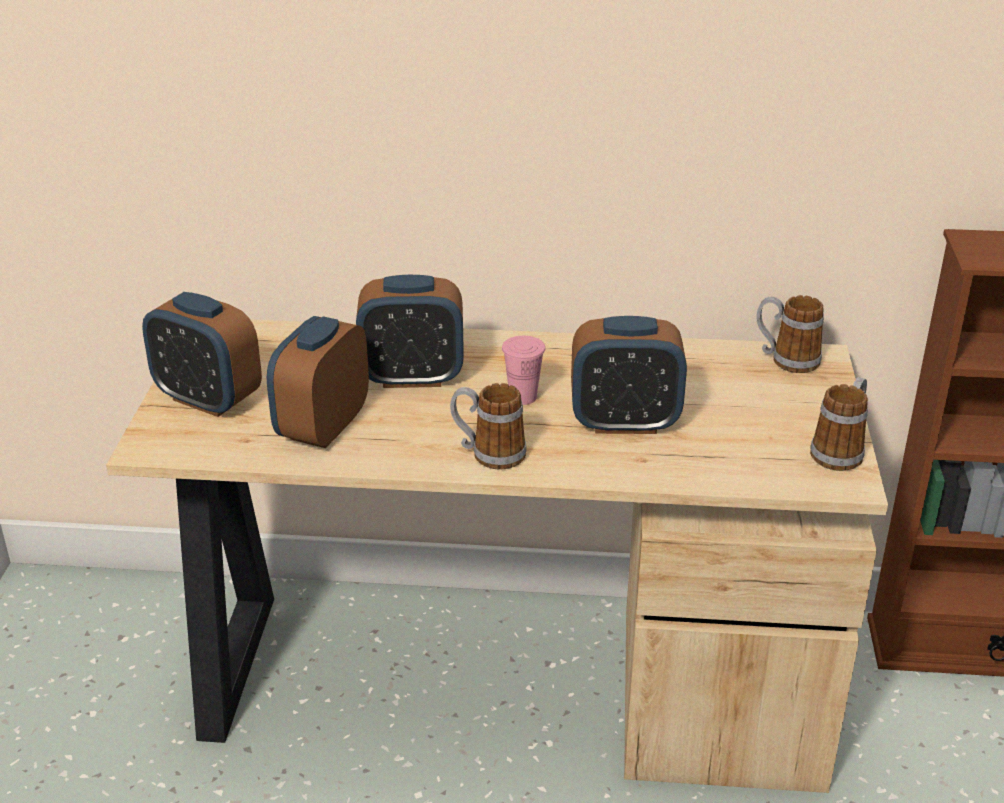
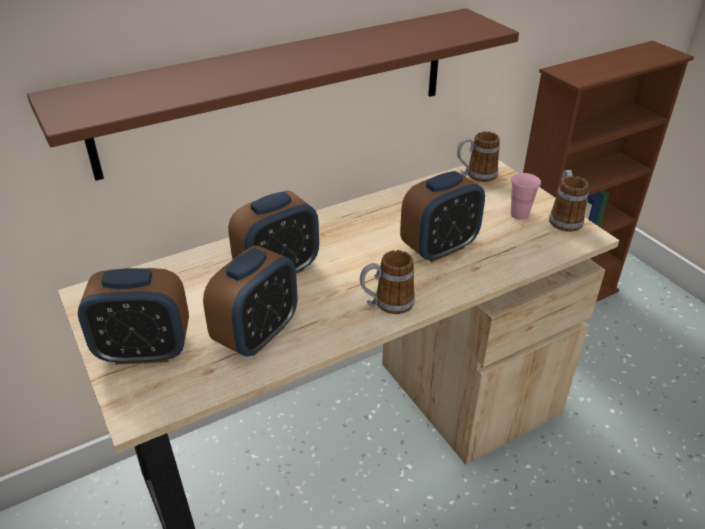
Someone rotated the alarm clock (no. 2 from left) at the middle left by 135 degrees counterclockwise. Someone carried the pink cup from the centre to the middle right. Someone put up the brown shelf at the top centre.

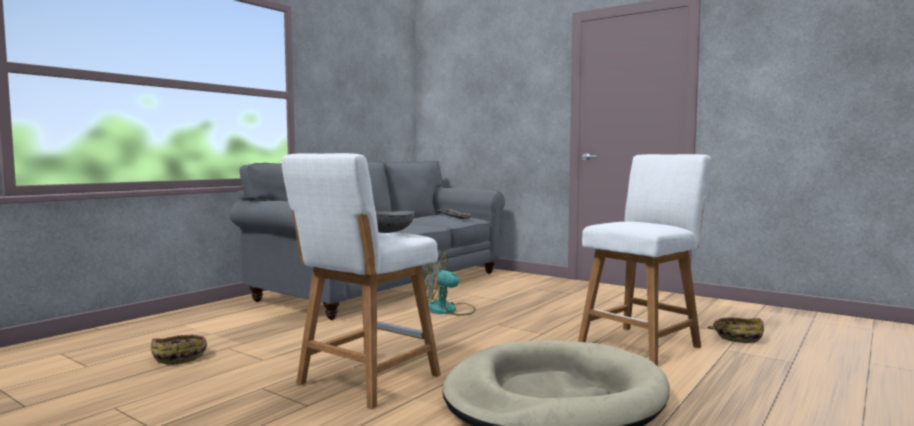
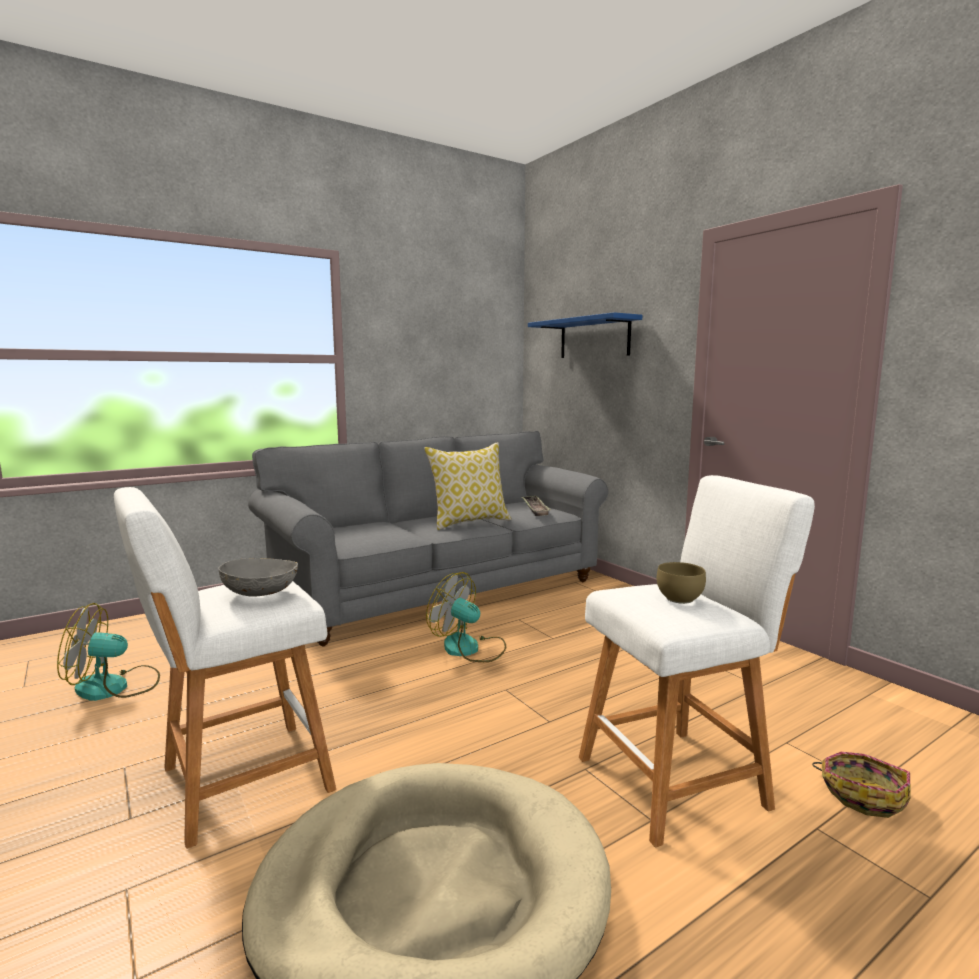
Someone swapped the basket (no. 1 from left) at the bottom left for the fan (no. 1 from left) at the middle left. Someone put down the pillow at the centre. Someone put up the blue shelf at the centre. Someone put down the brown bowl at the middle right.

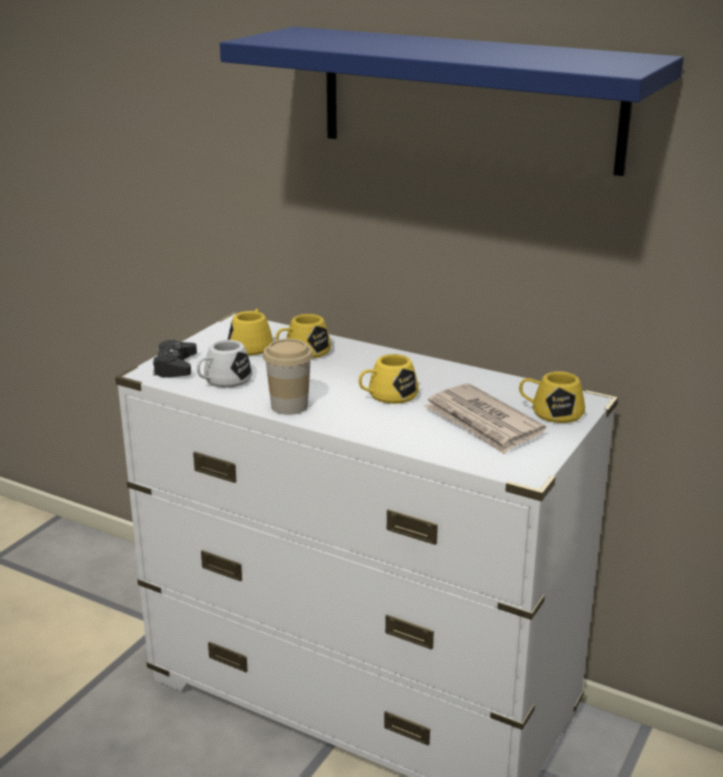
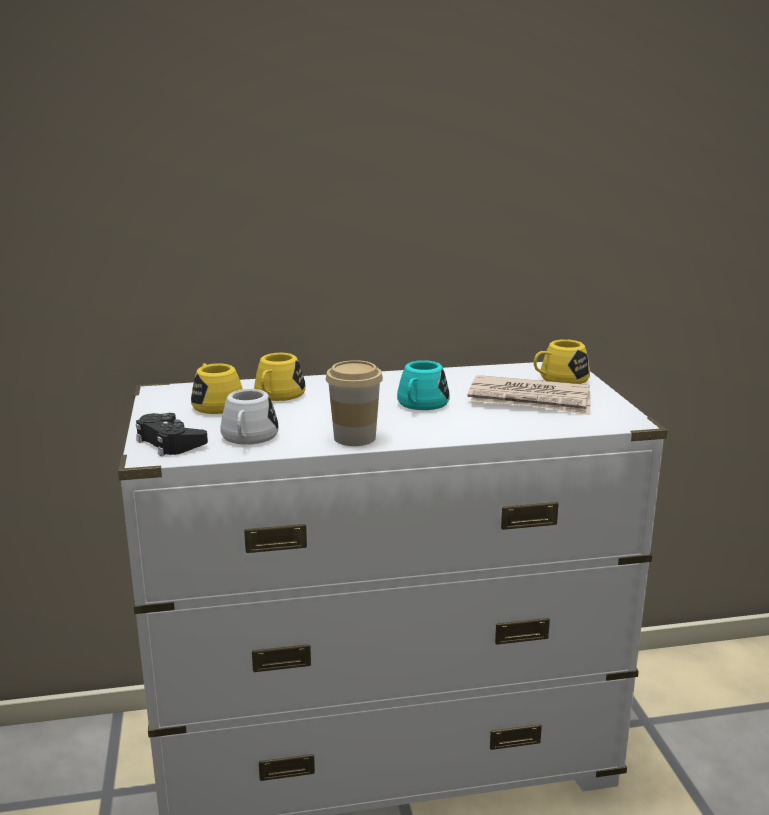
Someone took away the blue shelf at the top centre. Someone repainted the yellow mug (no. 3 from left) at the centre, which became the turquoise mug at the centre.

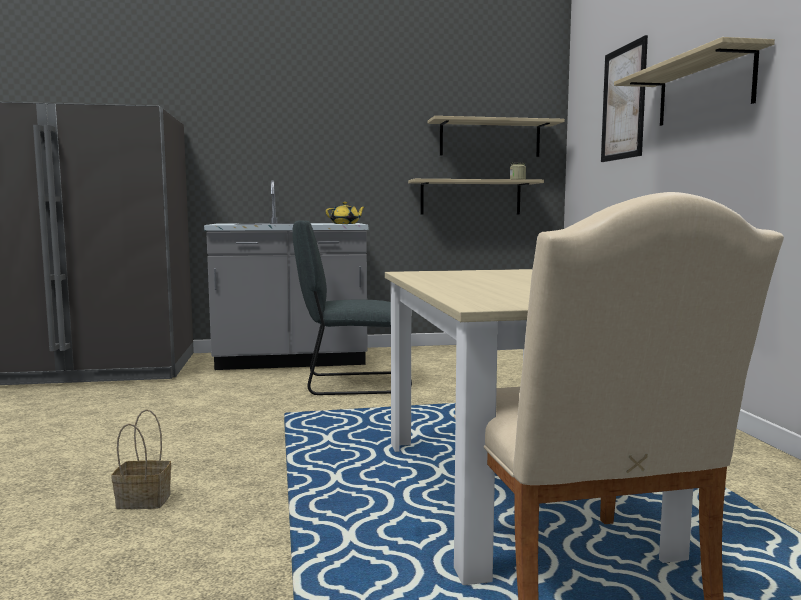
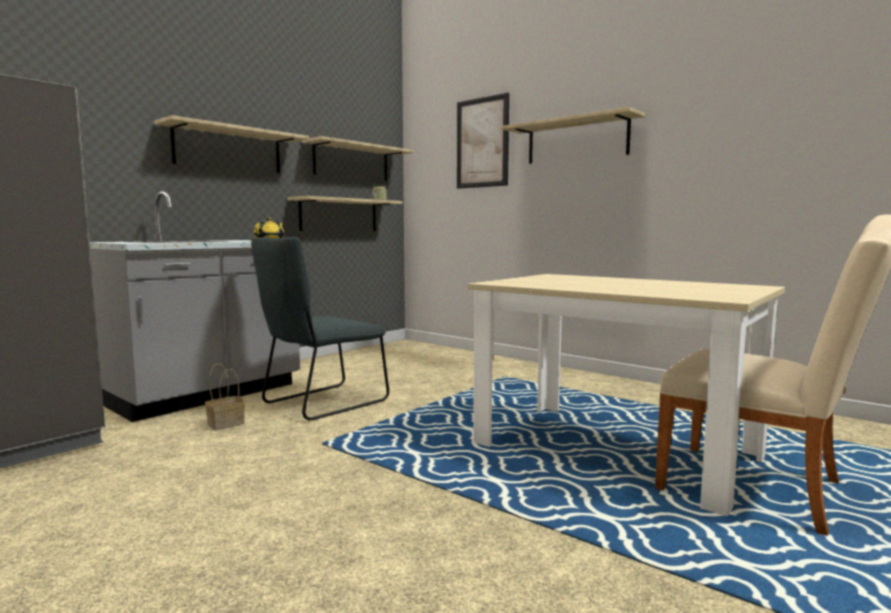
Someone carried the basket from the bottom left to the middle left. Someone put up the shelf (no. 1 from left) at the top left.

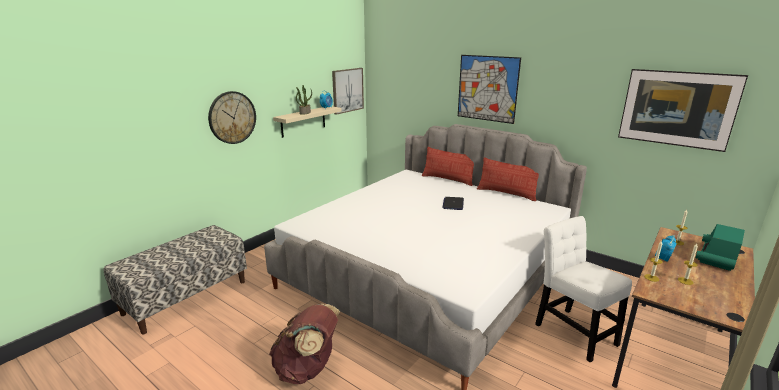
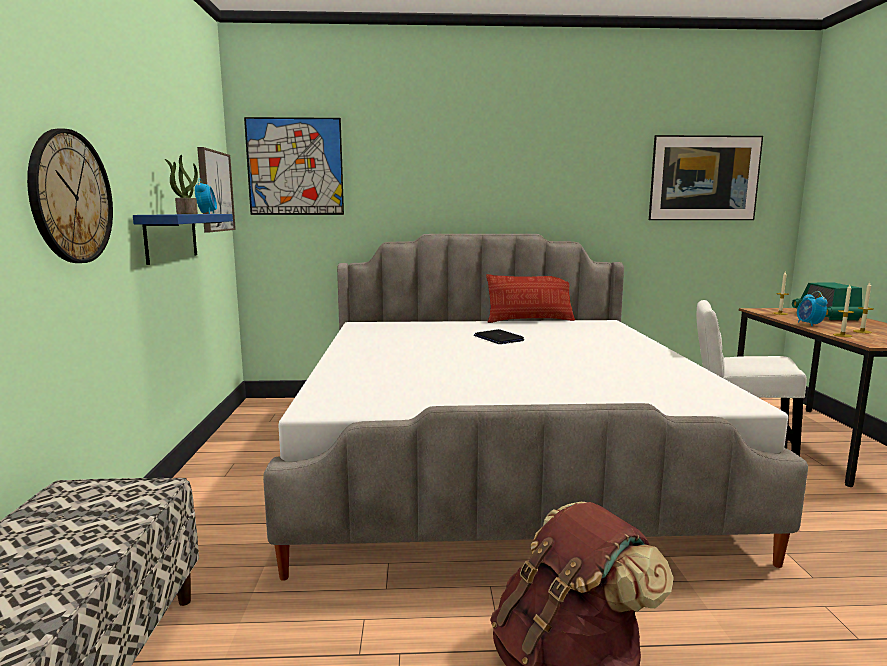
Someone repainted the beige shelf at the top centre, which became the blue shelf at the middle left. Someone took away the pillow (no. 1 from left) at the centre. Someone carried the picture (no. 2 from left) from the top centre to the top left.

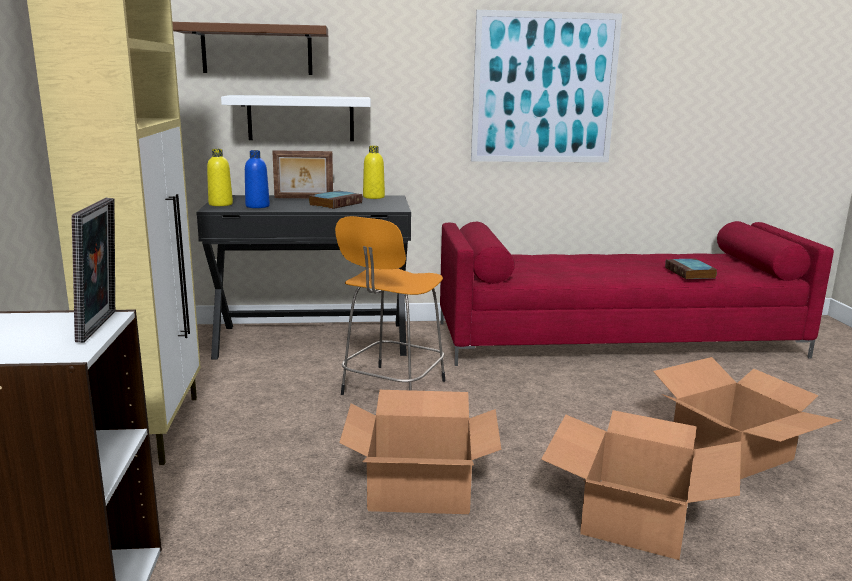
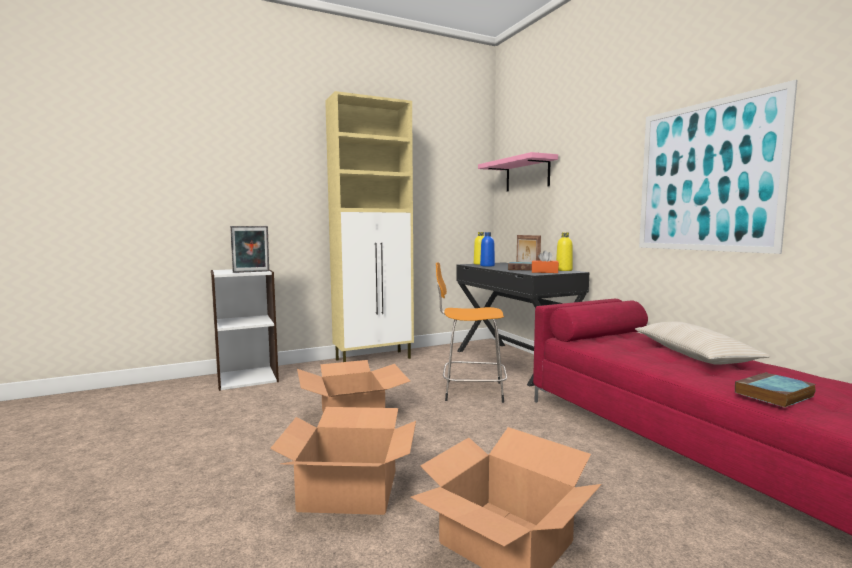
Someone repainted the brown shelf at the top left, which became the pink shelf at the top centre. Someone took away the white shelf at the top centre. Someone put down the orange tissue box at the centre. Someone put down the beige pillow at the middle right.

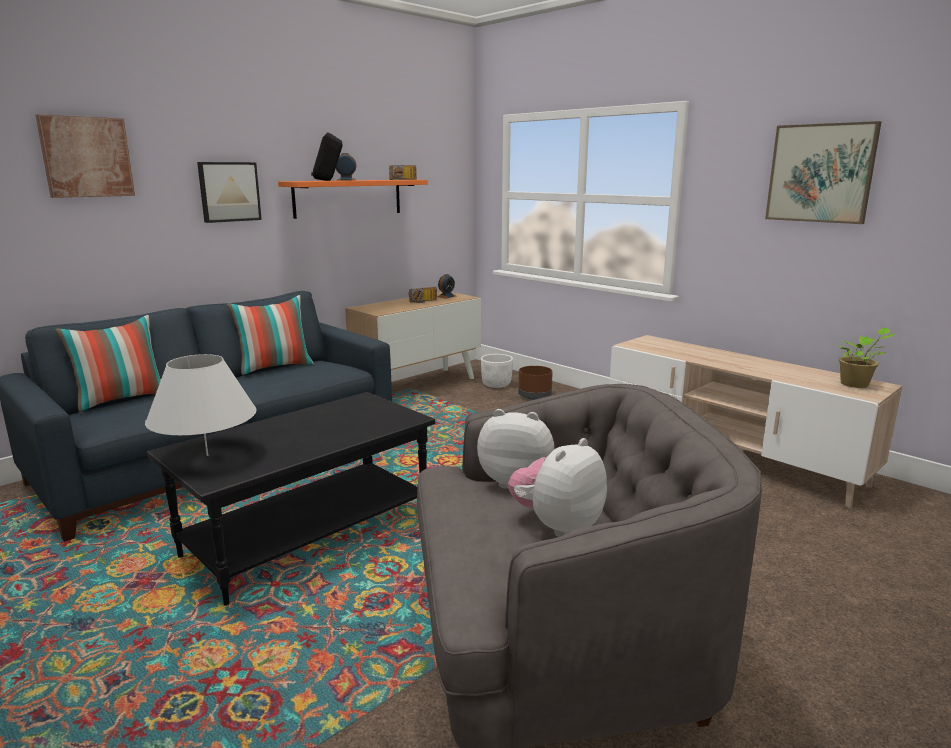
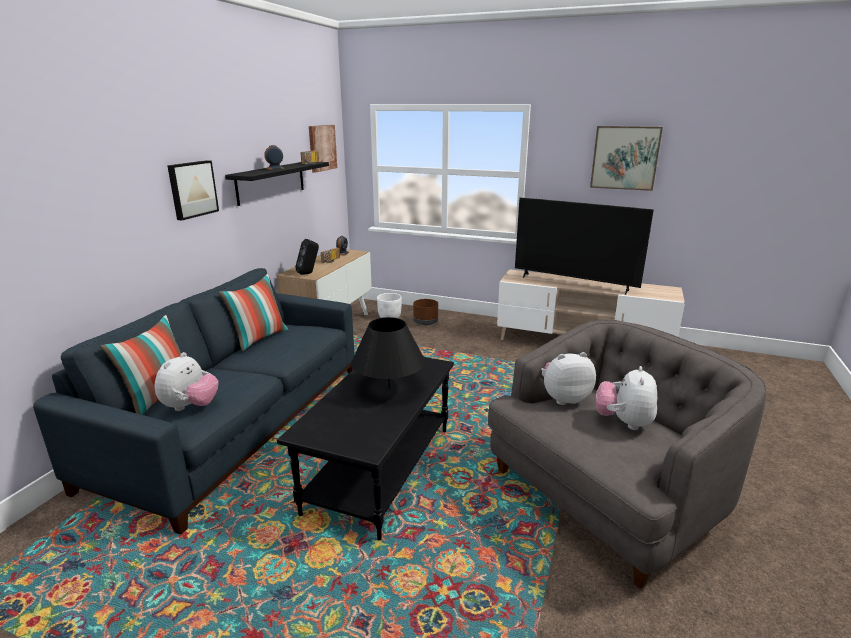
Someone carried the picture (no. 1 from left in the first image) from the top left to the top centre. Someone took away the white table lamp at the middle left. Someone repainted the orange shelf at the top centre, which became the black shelf at the top left. Someone carried the black speaker from the top centre to the centre. Someone took away the potted plant at the middle right. Someone put down the plush toy (no. 1 from left) at the middle left. Someone put down the black table lamp at the centre. Someone put down the television at the middle right.

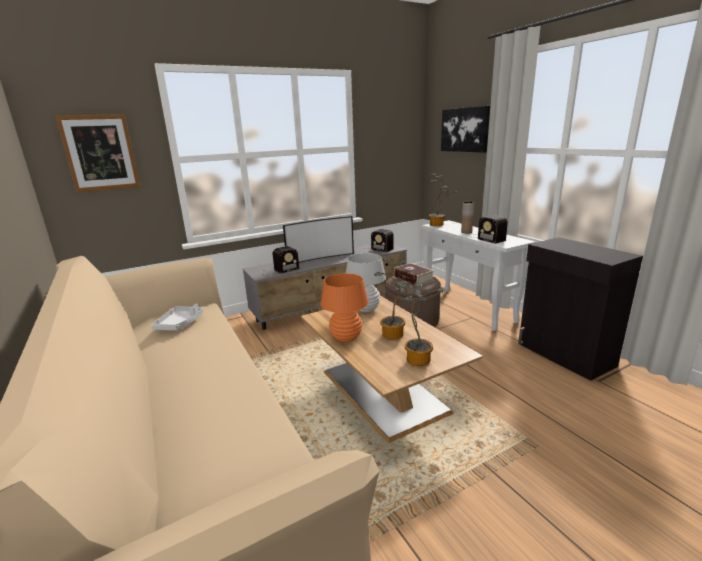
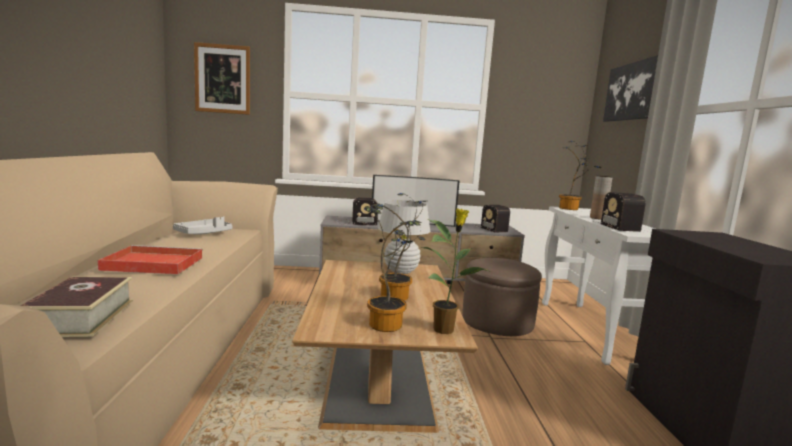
Someone took away the orange table lamp at the centre. Someone carried the book from the centre to the bottom left. Someone put down the red tray at the middle left. Someone put down the potted plant (no. 3 from left) at the centre.

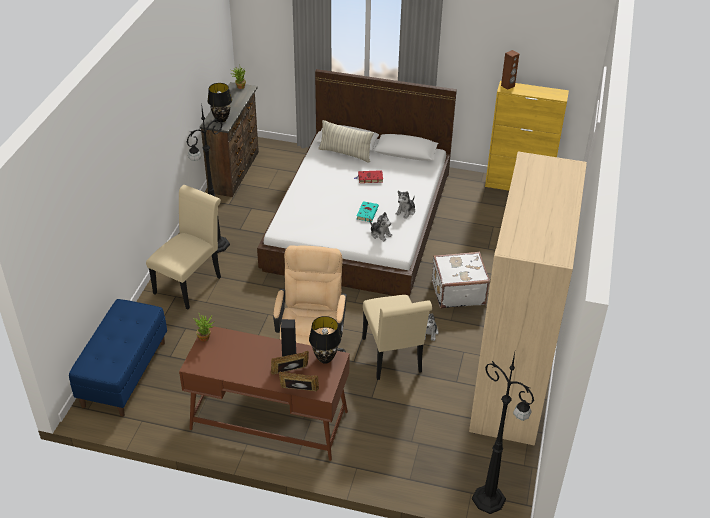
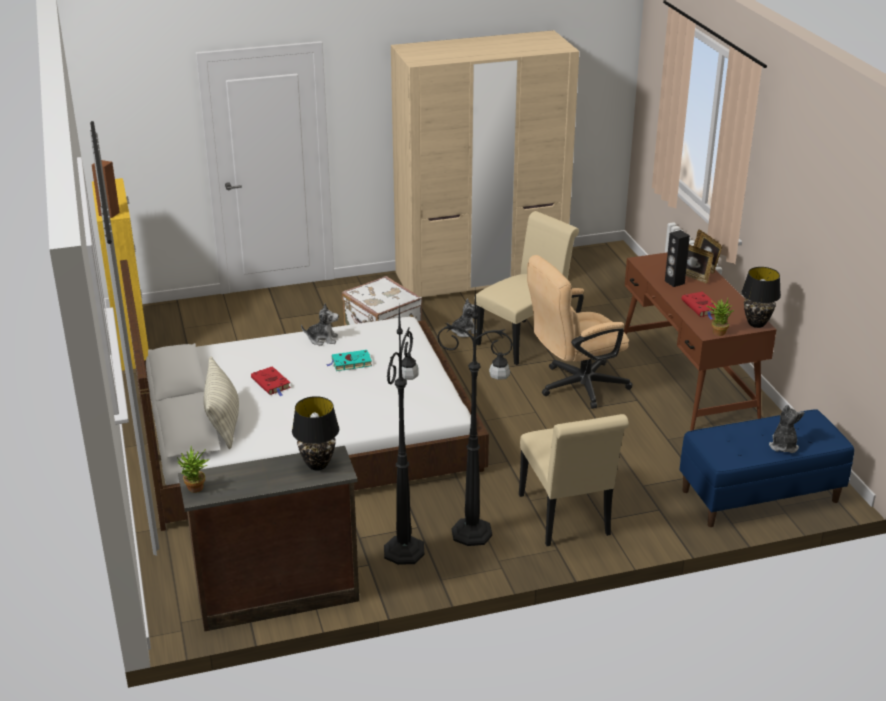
Someone rotated the beige chair (no. 1 from left in the first image) at the middle left by 105 degrees counterclockwise. Someone carried the black table lamp (no. 2 from left) from the centre to the middle right. Someone carried the plush toy (no. 1 from left in the first image) from the centre to the middle right. Someone carried the black floor lamp (no. 2 from left in the first image) from the bottom right to the centre. Someone put down the red book (no. 2 from left) at the middle right.

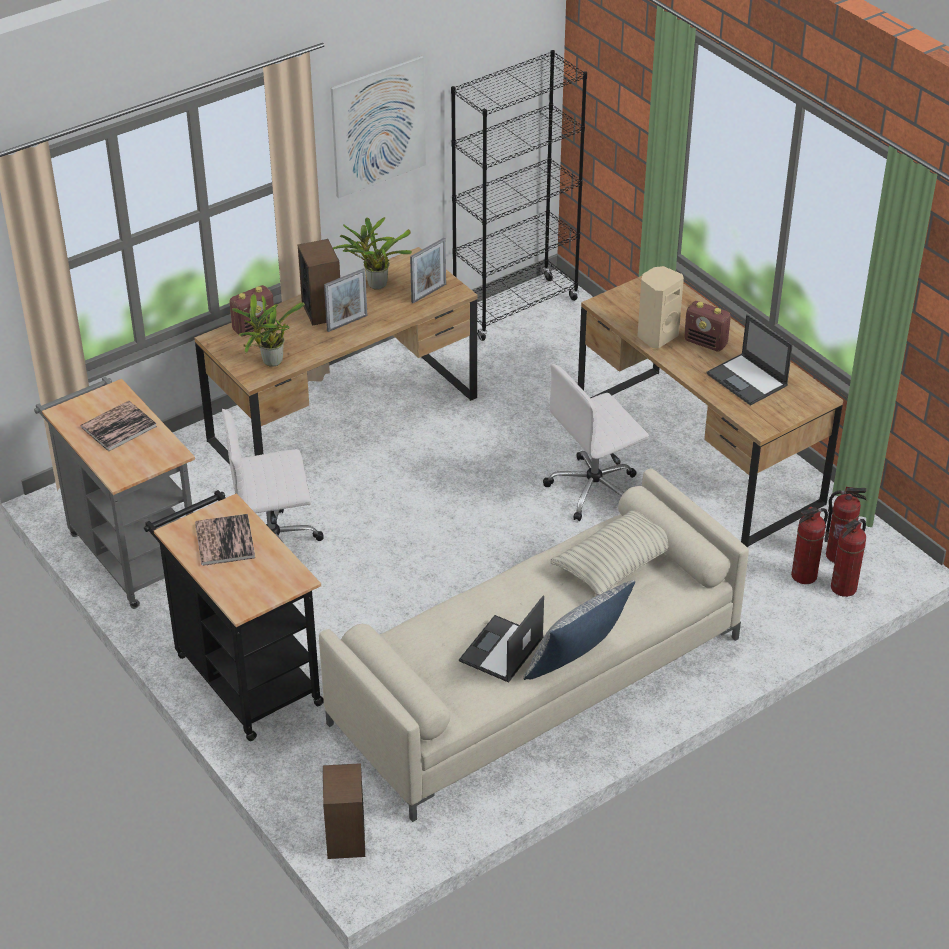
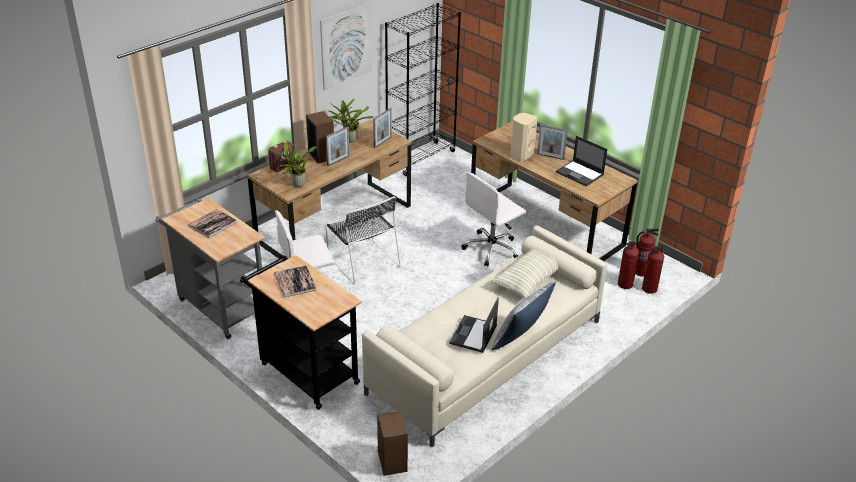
Someone swapped the radio (no. 2 from left) at the middle right for the picture frame (no. 3 from left) at the top centre. Someone put down the black chair at the centre.

